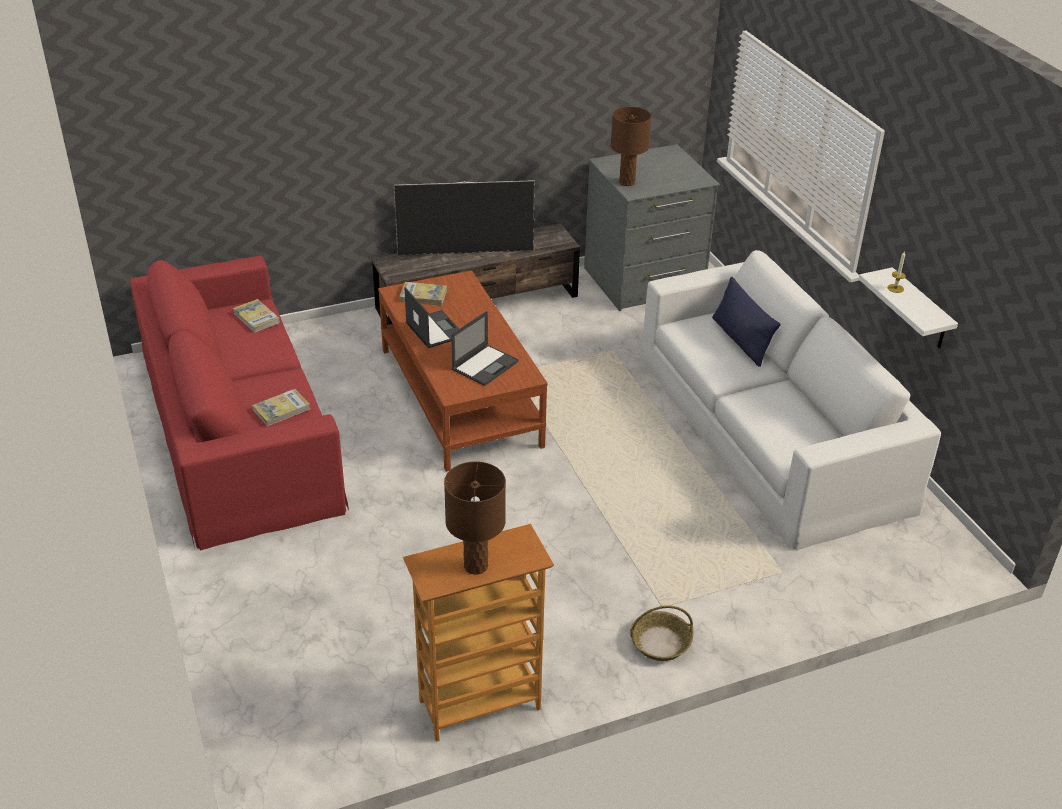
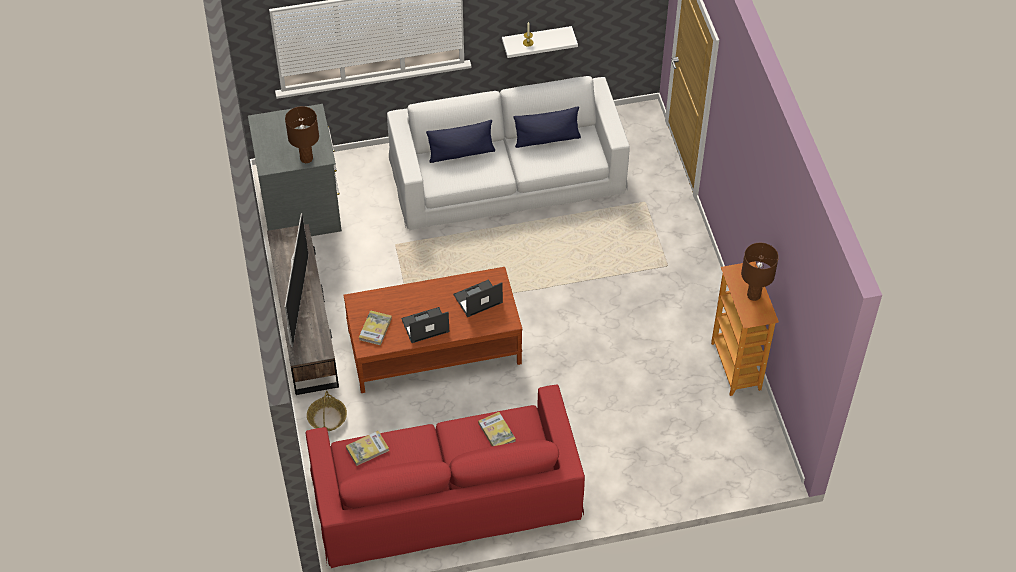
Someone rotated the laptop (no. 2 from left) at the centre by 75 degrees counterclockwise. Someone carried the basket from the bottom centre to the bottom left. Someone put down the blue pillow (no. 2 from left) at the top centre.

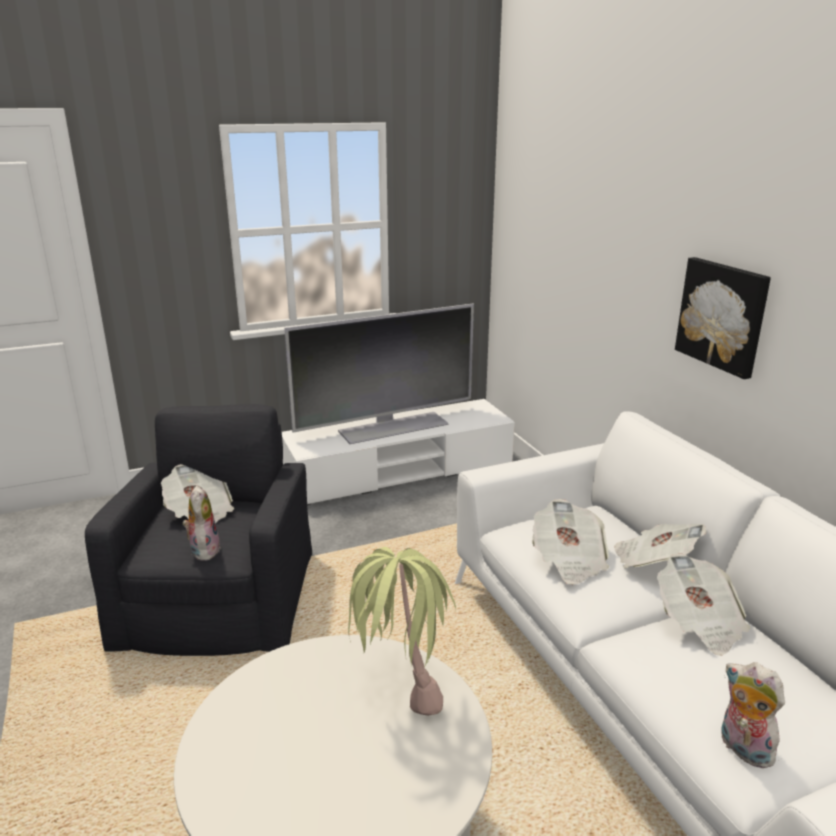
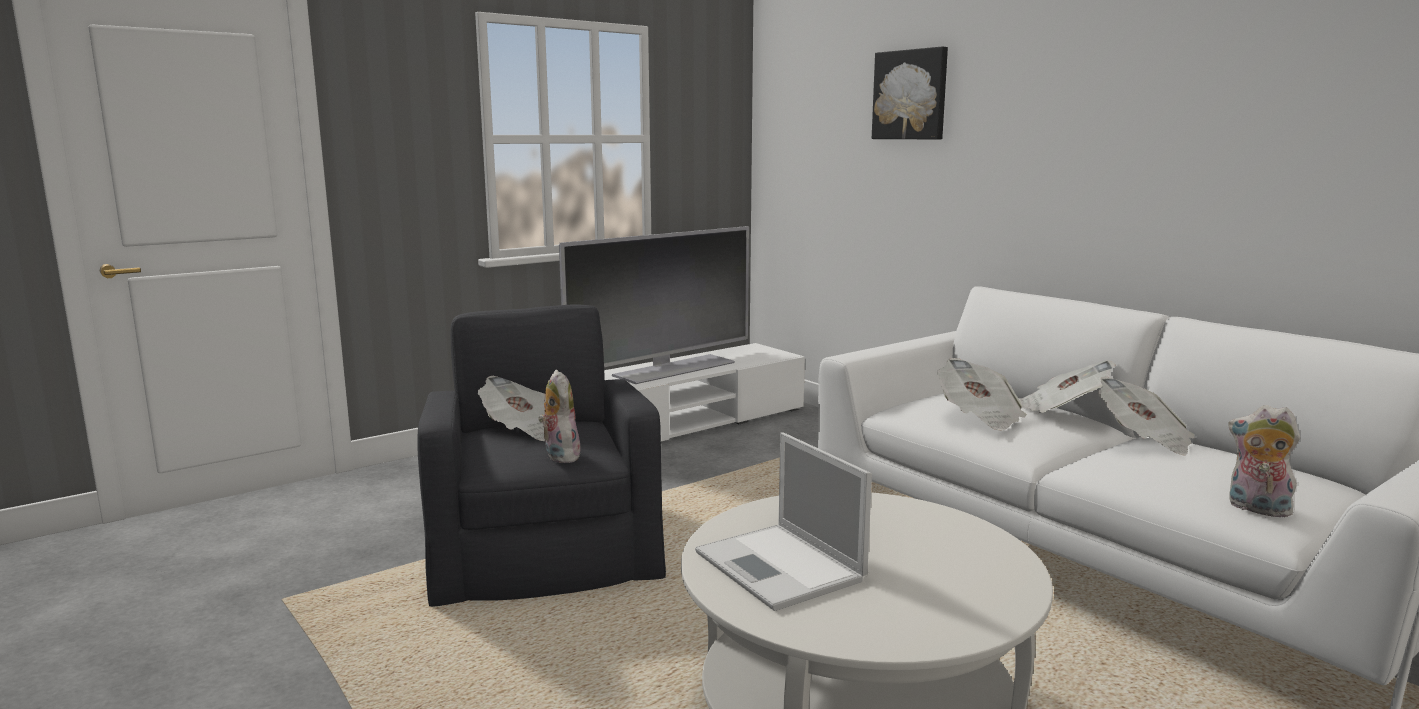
Someone took away the potted plant at the bottom centre. Someone carried the picture from the middle right to the top centre. Someone put down the laptop at the bottom centre.

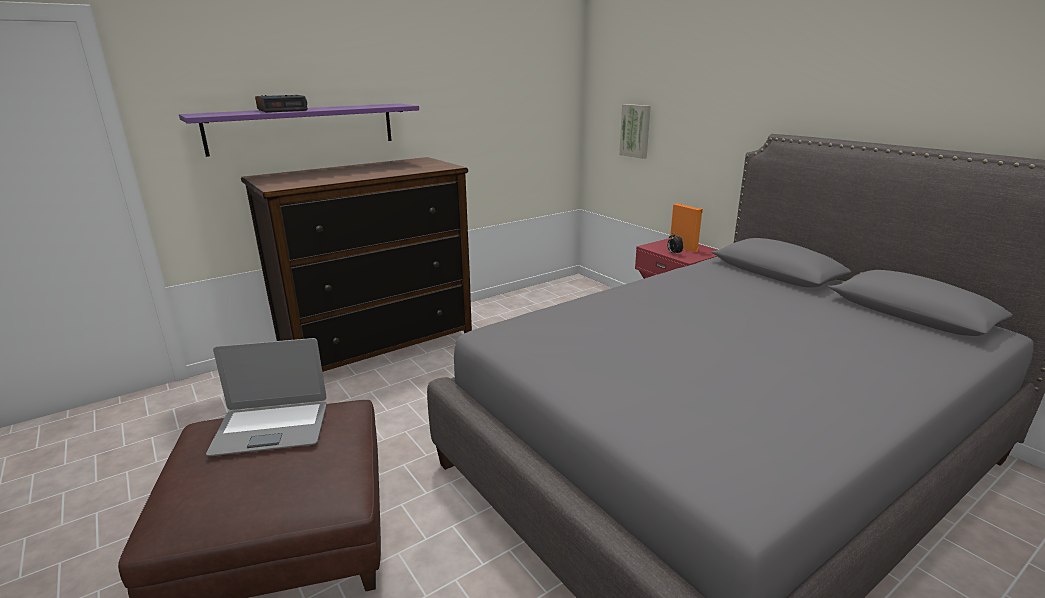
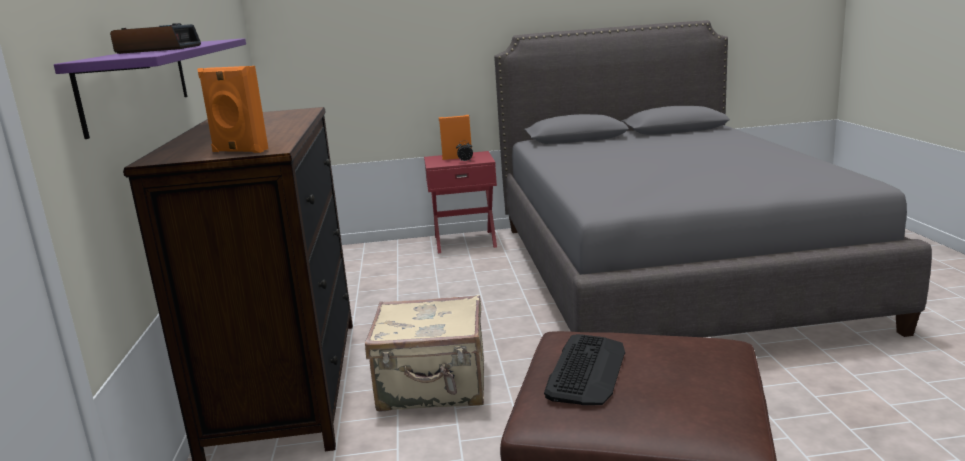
Someone swapped the laptop at the middle left for the keyboard at the bottom centre. Someone took away the picture at the top centre. Someone put down the orange speaker (no. 1 from left) at the top left. Someone put down the beige suitcase at the bottom centre.

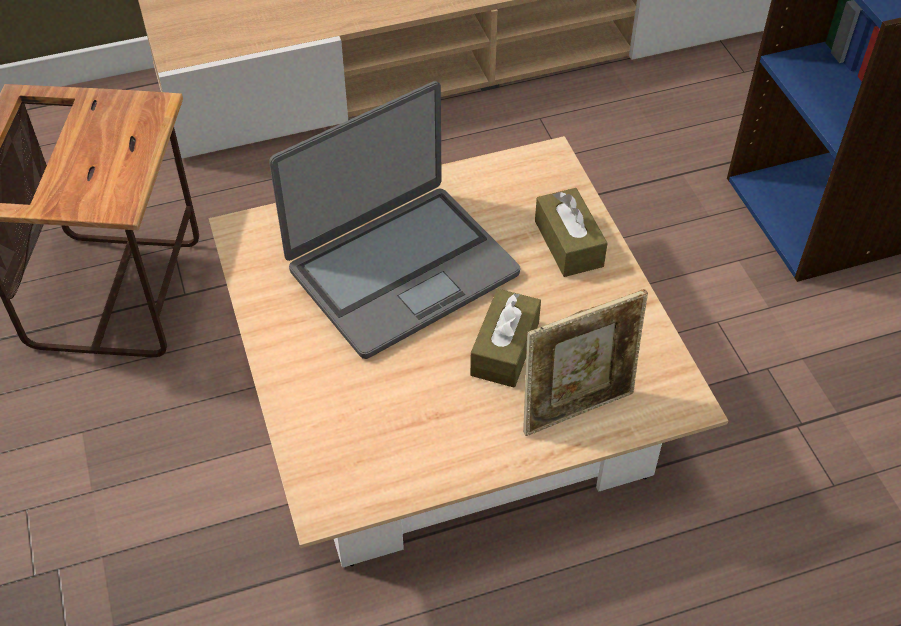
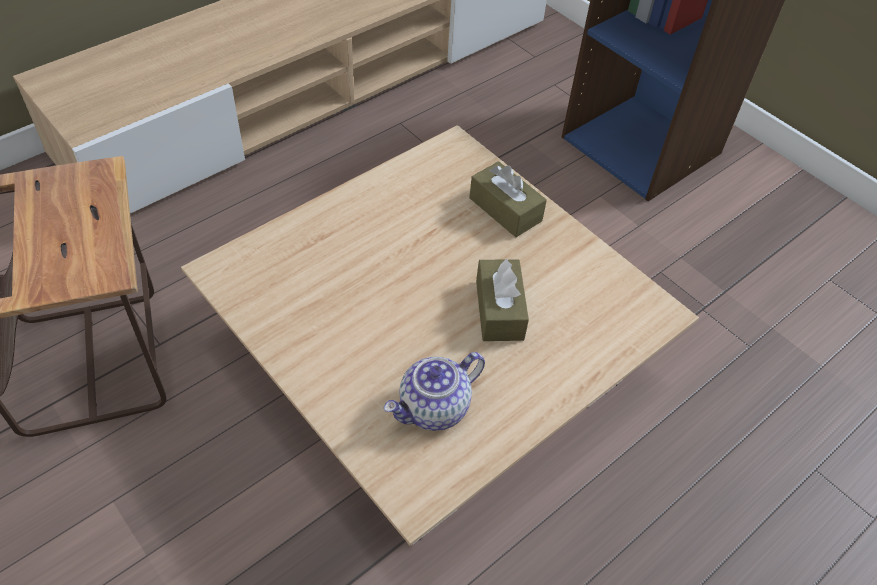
Someone took away the laptop at the centre. Someone took away the picture frame at the centre. Someone put down the teapot at the bottom centre.

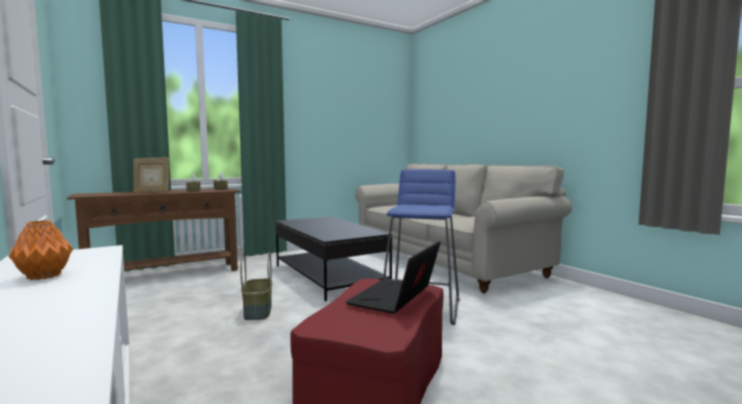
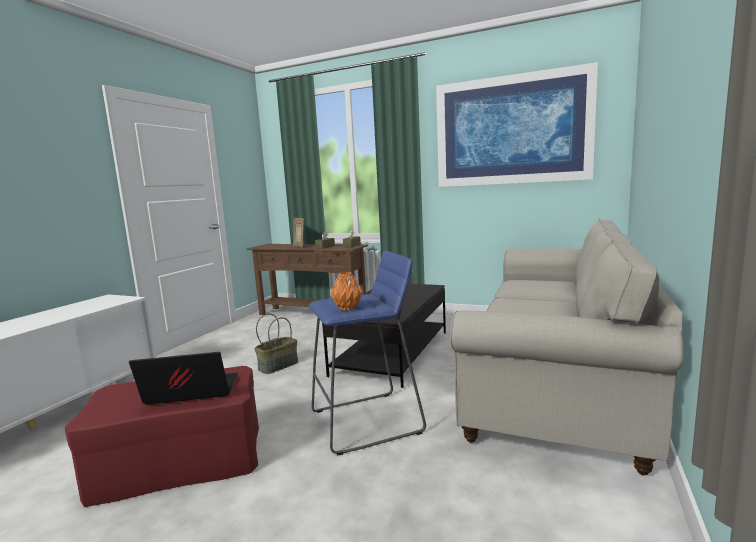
Someone carried the orange vase from the middle left to the centre. Someone put up the picture at the top right.

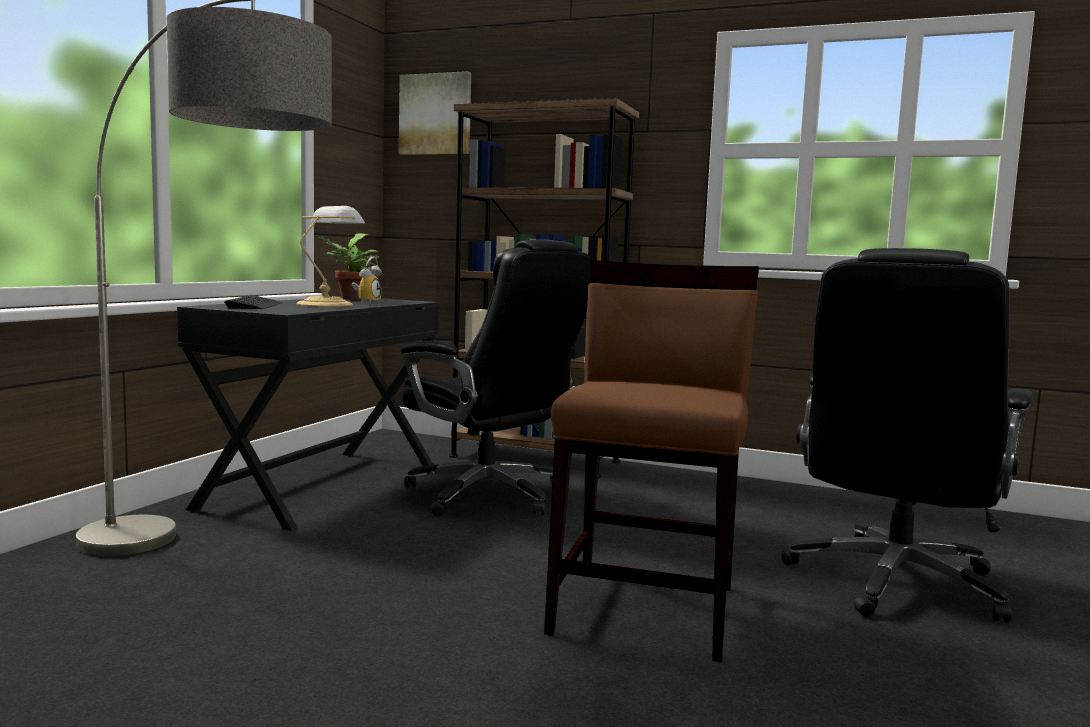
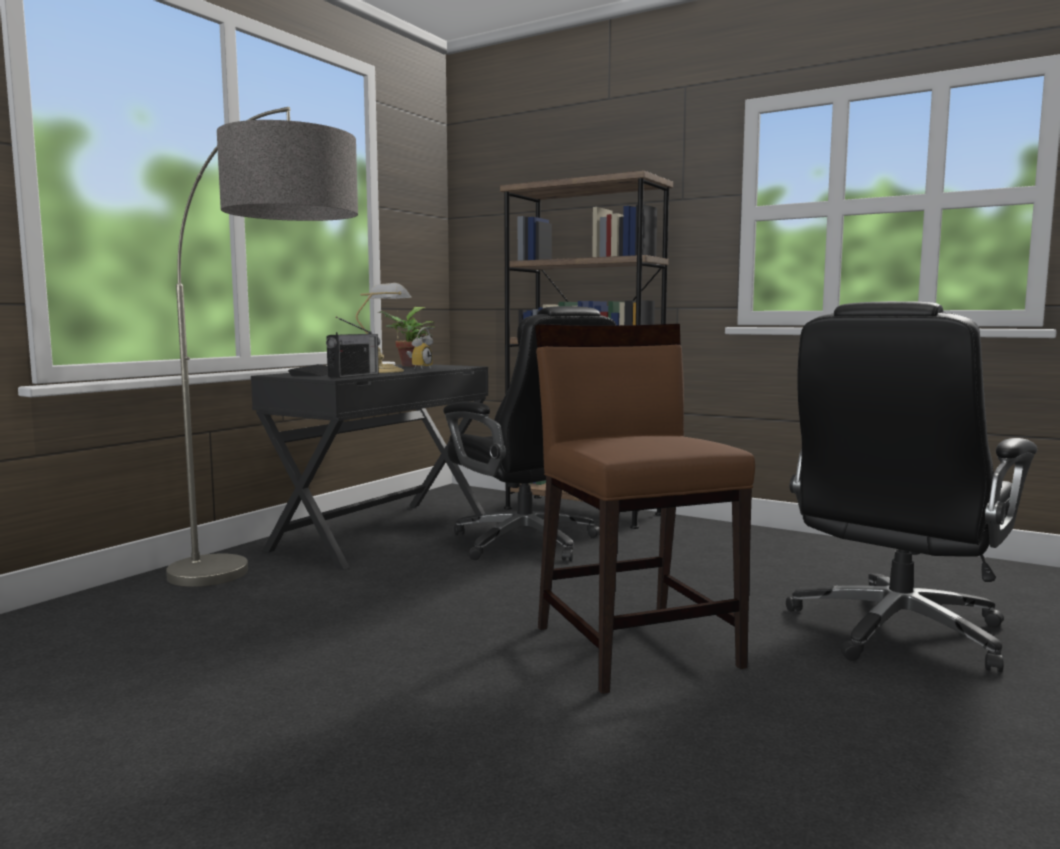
Someone took away the picture at the top centre. Someone rotated the brown chair at the centre by 45 degrees counterclockwise. Someone put down the radio at the middle left.

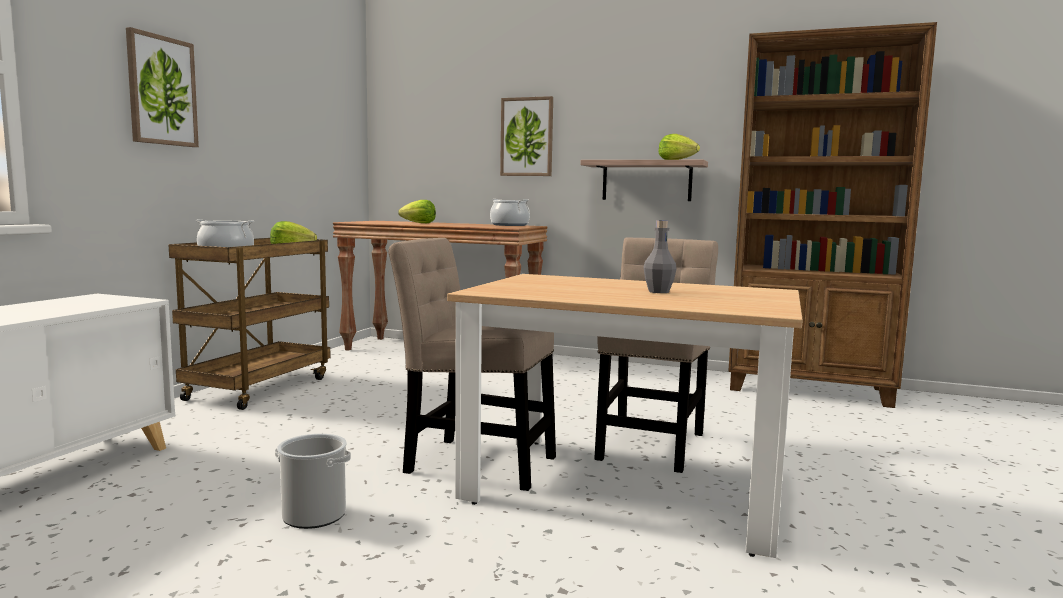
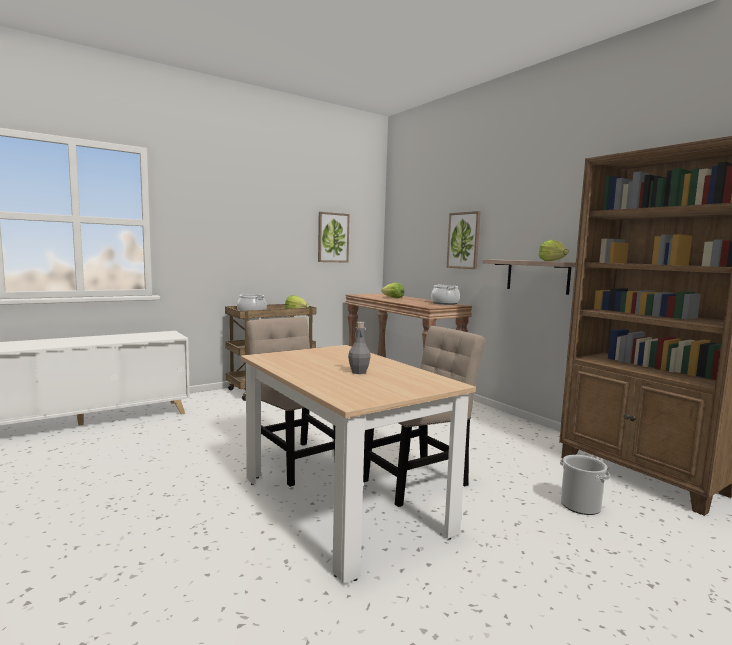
Someone carried the picture (no. 1 from left) from the top left to the centre. Someone carried the bucket from the bottom left to the bottom right.

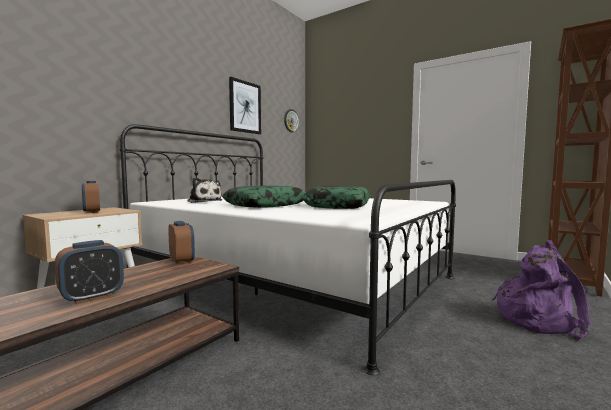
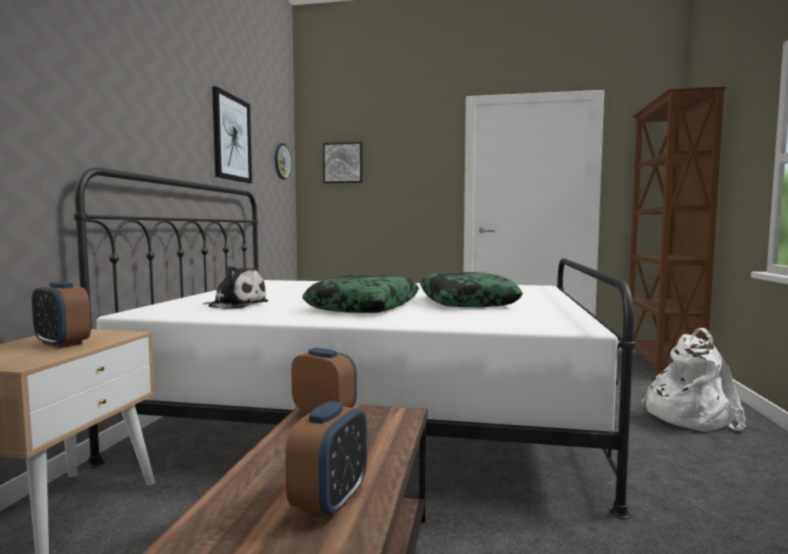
Someone repainted the purple backpack at the bottom right, which became the white backpack at the bottom right. Someone put up the picture (no. 2 from left) at the top centre.

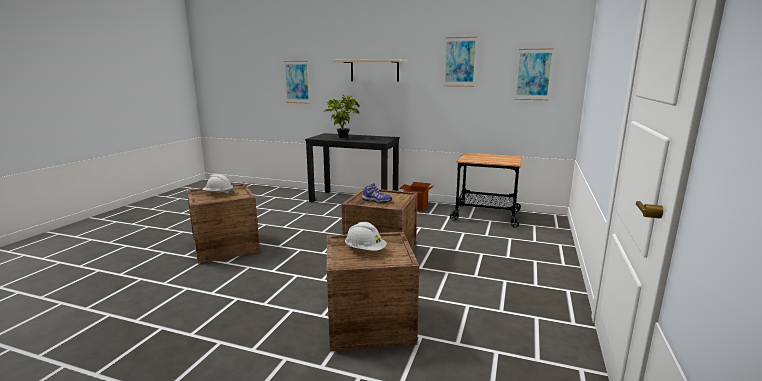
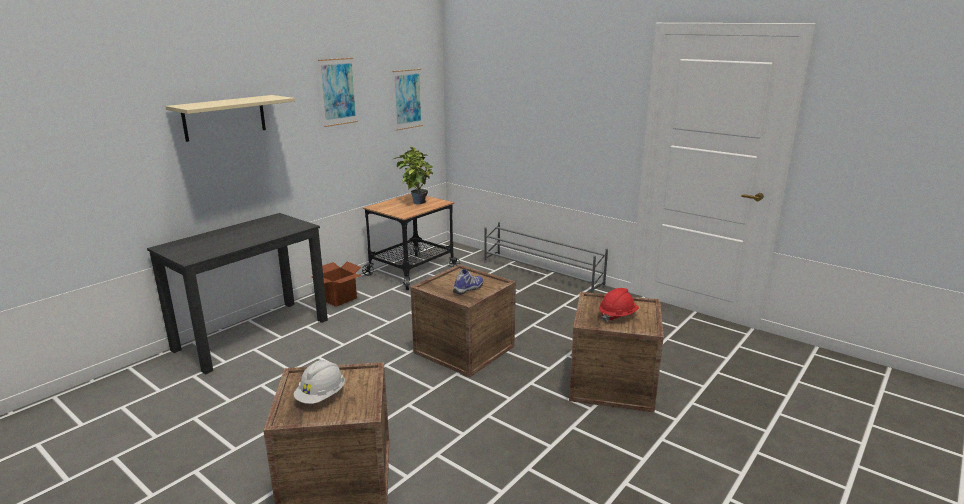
Someone took away the picture (no. 1 from left) at the top centre. Someone carried the potted plant from the top centre to the centre. Someone repainted the white hard hat (no. 2 from left) at the centre, which became the red hard hat at the centre. Someone put down the grey shoe rack at the centre.

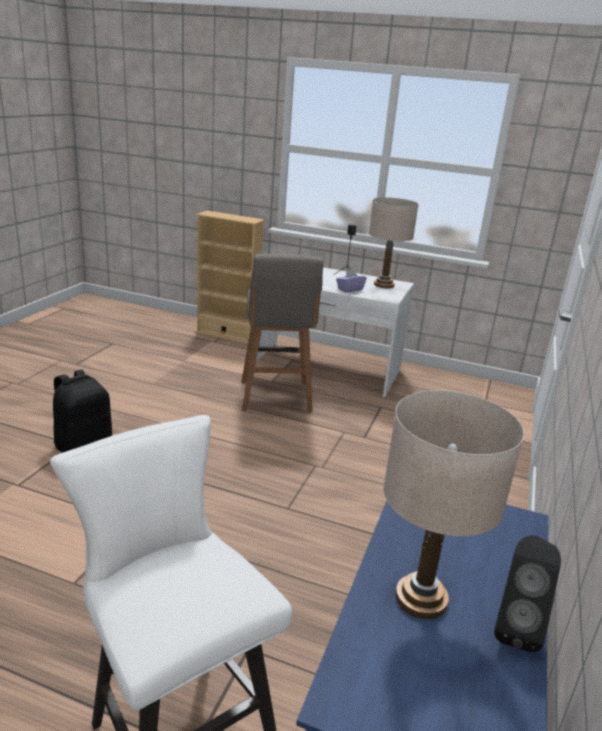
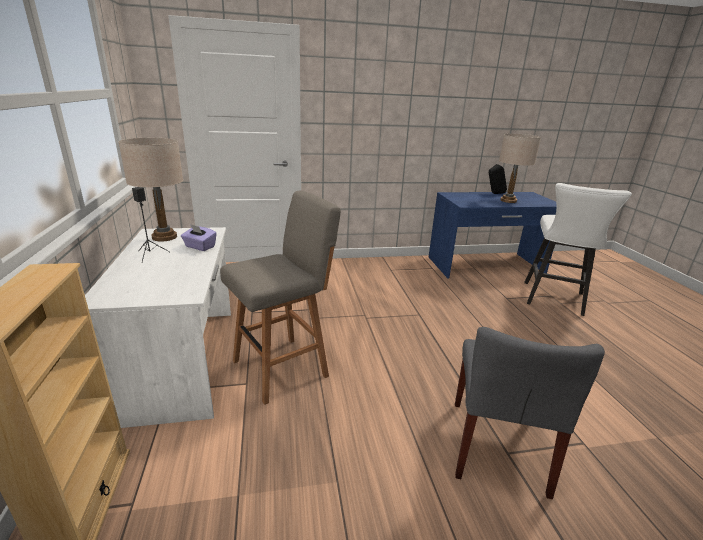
Someone swapped the black backpack at the middle left for the grey chair at the bottom right.

